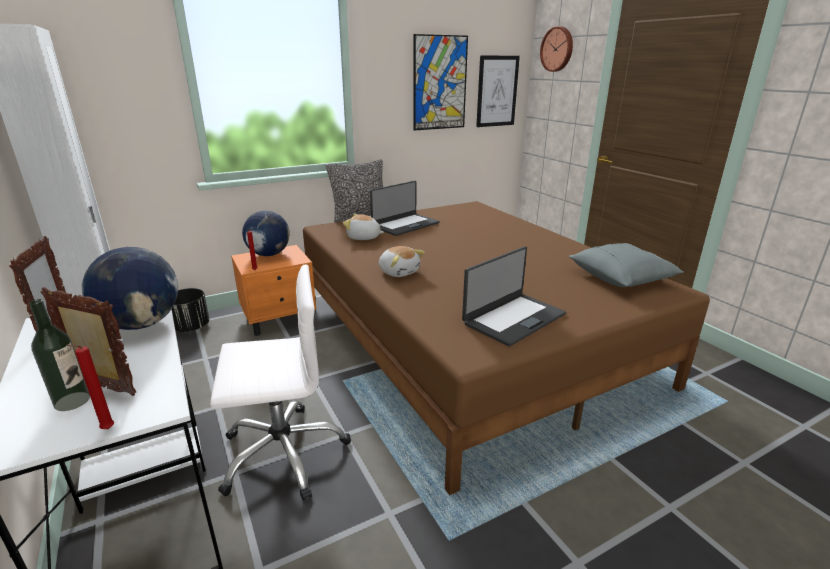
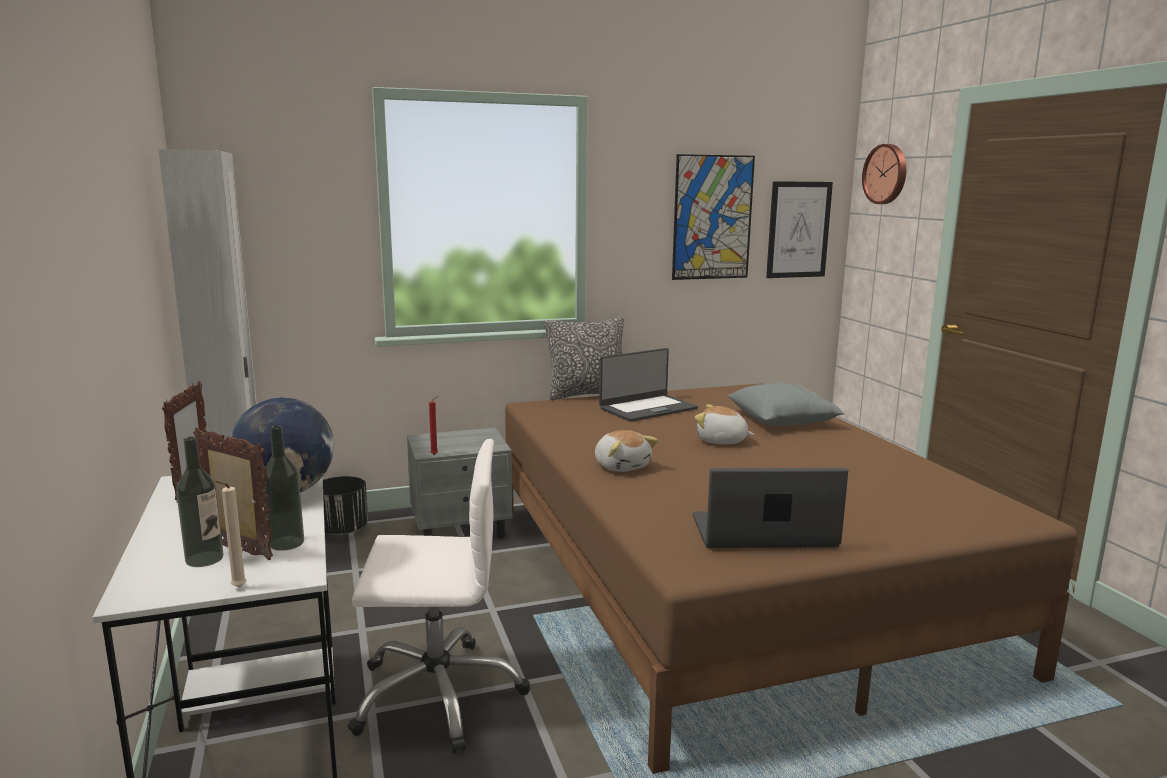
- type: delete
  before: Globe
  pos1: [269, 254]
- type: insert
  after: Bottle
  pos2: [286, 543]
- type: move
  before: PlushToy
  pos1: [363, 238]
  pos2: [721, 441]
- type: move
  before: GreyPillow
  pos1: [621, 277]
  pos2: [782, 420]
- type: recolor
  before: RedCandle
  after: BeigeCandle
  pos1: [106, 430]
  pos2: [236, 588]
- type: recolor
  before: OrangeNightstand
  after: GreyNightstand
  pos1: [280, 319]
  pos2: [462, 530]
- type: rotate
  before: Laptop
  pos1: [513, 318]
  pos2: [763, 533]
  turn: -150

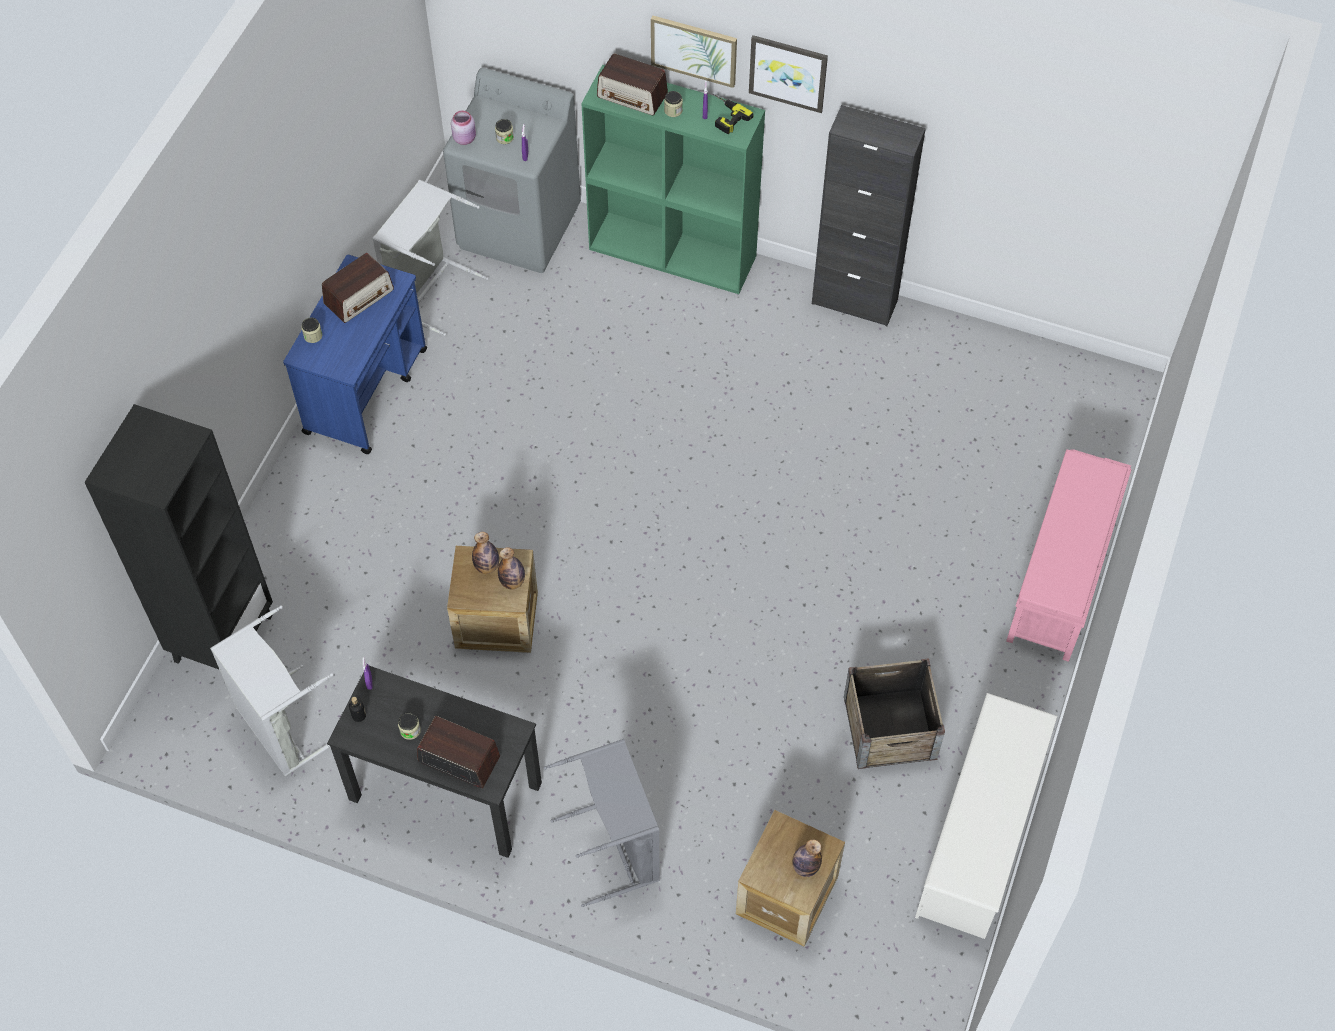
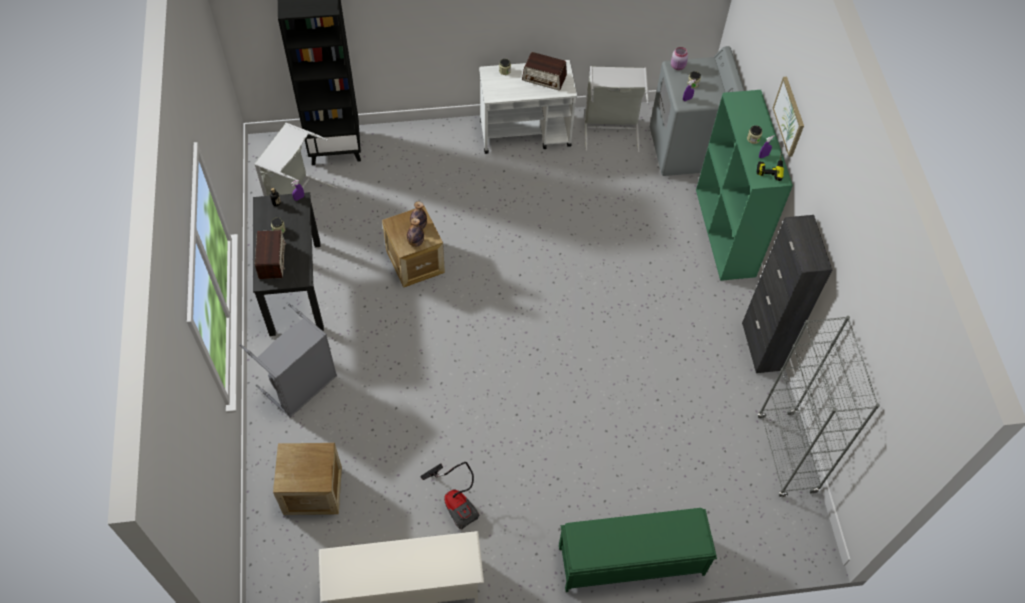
- type: delete
  before: Radio
  pos1: [632, 95]
- type: delete
  before: Picture
  pos1: [788, 72]
- type: delete
  before: Bottle
  pos1: [805, 867]
- type: insert
  after: GreyBookcase
  pos2: [786, 454]
- type: replace
  before: Crate
  after: VacuumCleaner
  pos1: [890, 728]
  pos2: [456, 501]
- type: recolor
  before: BlueCart
  after: WhiteCart
  pos1: [366, 390]
  pos2: [525, 133]
- type: recolor
  before: PinkBench
  after: GreenBench
  pos1: [1061, 575]
  pos2: [630, 560]

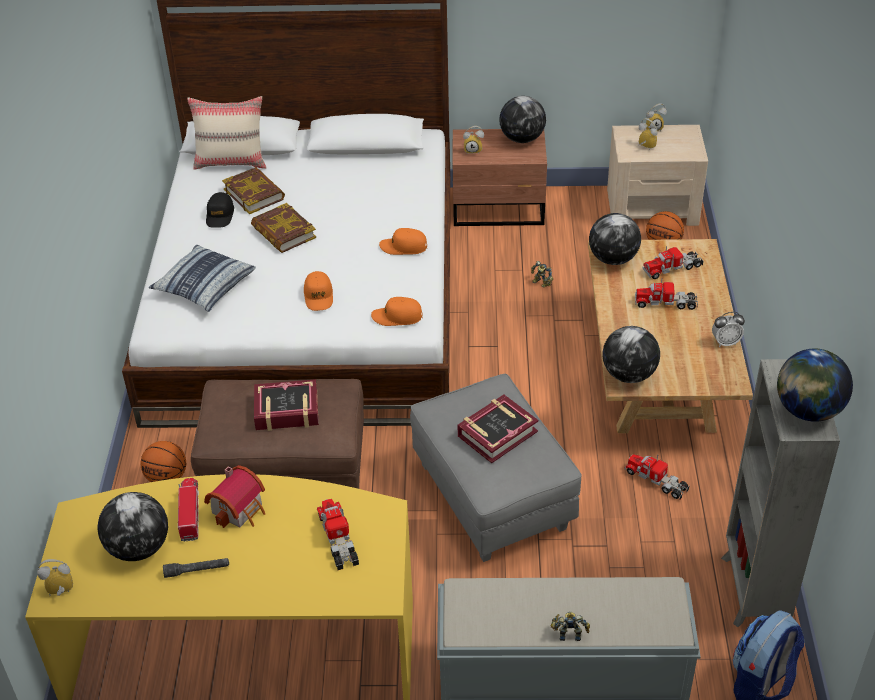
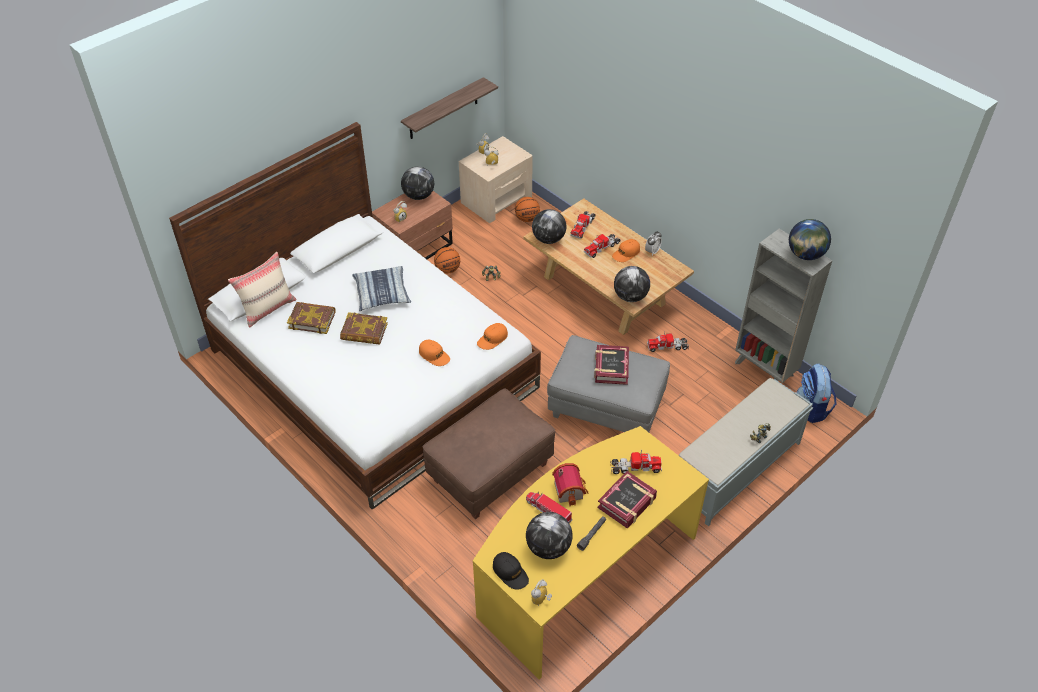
- type: insert
  after: Shelf
  pos2: [443, 109]
- type: move
  before: Basketball
  pos1: [167, 478]
  pos2: [447, 269]
- type: move
  before: Pillow
  pos1: [204, 286]
  pos2: [382, 294]
- type: move
  before: BlackCap
  pos1: [220, 215]
  pos2: [510, 573]
- type: move
  before: Book
  pos1: [287, 411]
  pos2: [627, 503]
- type: move
  before: OrangeCap
  pos1: [403, 247]
  pos2: [626, 253]
- type: rotate
  before: ToyTruck
  pos1: [338, 539]
  pos2: [635, 468]
  turn: 150

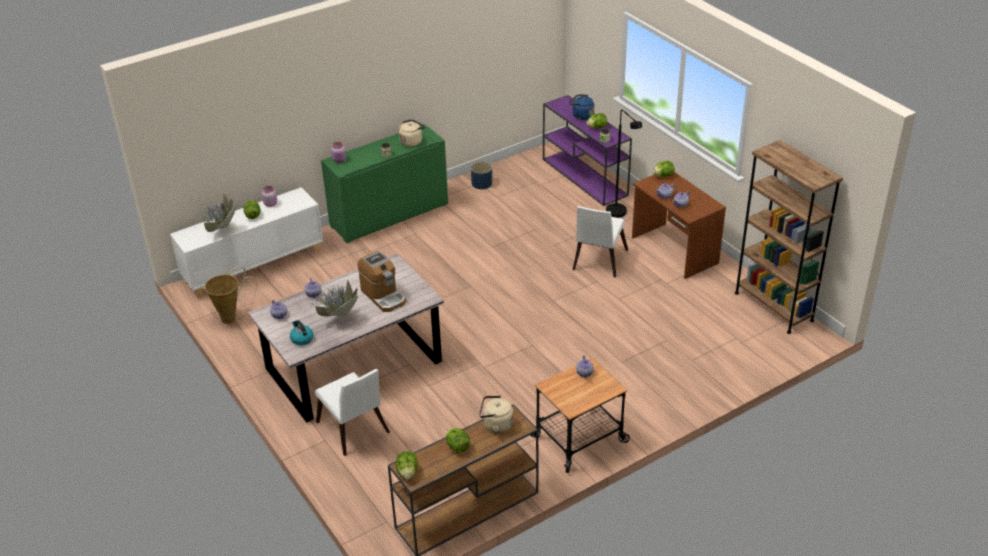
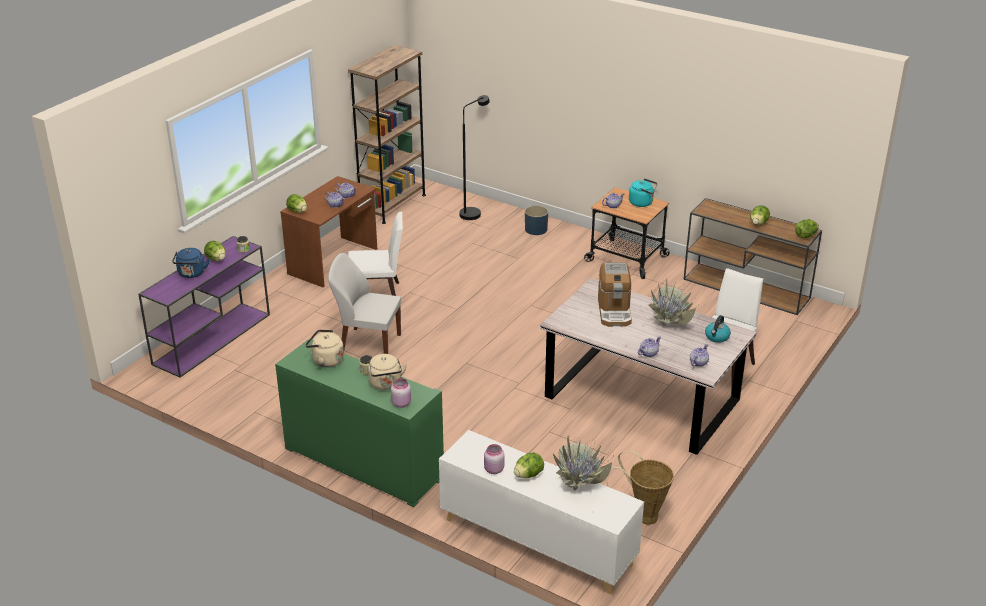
- type: insert
  after: WhiteChair
  pos2: [368, 344]
- type: insert
  after: TurquoiseKettle
  pos2: [642, 203]
- type: move
  before: BluePlanter
  pos1: [482, 183]
  pos2: [535, 229]
- type: move
  before: BeigeKettle
  pos1: [496, 425]
  pos2: [386, 384]
- type: move
  before: BlackFloorLamp
  pos1: [620, 214]
  pos2: [473, 212]
- type: rotate
  before: CoffeeMachine
  pos1: [383, 296]
  pos2: [614, 311]
  turn: 150

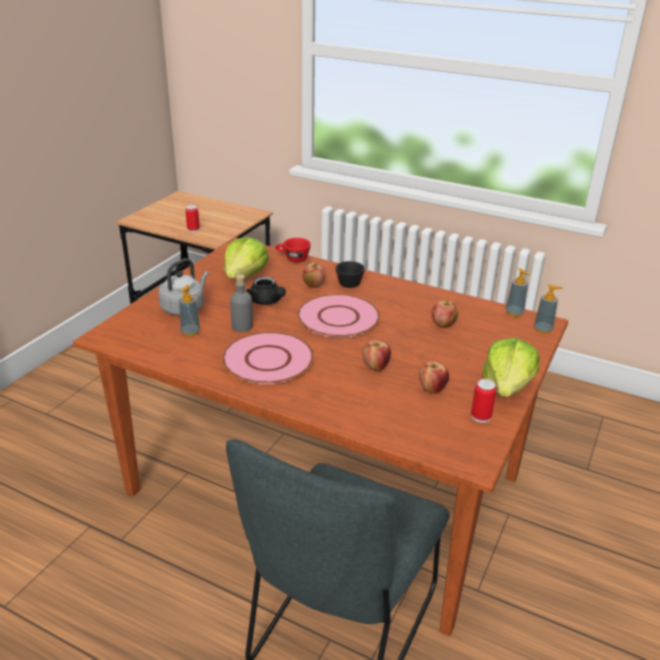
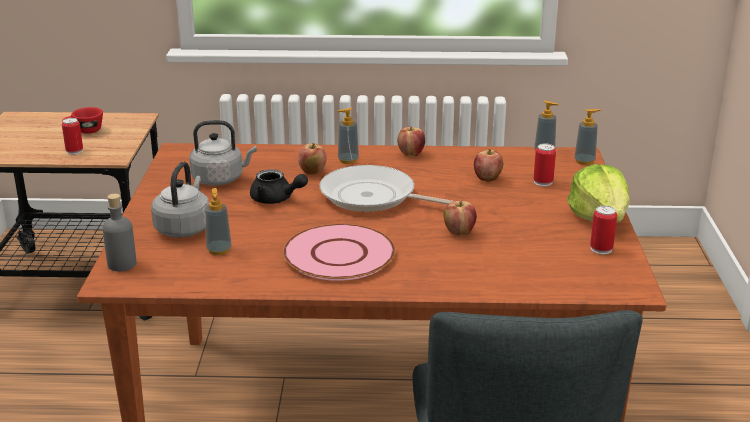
- type: insert
  after: Can
  pos2: [543, 182]
- type: move
  before: GreyBottle
  pos1: [242, 326]
  pos2: [122, 264]
- type: move
  before: RedCup
  pos1: [292, 259]
  pos2: [84, 131]
- type: move
  before: Apple
  pos1: [432, 389]
  pos2: [411, 154]
- type: replace
  before: Lettuce
  after: GreyKettle
  pos1: [245, 275]
  pos2: [220, 179]
- type: replace
  before: PinkPlate
  after: FryingPan
  pos1: [338, 318]
  pos2: [373, 197]
- type: replace
  before: BlackCup
  after: SoapDispenser
  pos1: [349, 282]
  pos2: [348, 160]

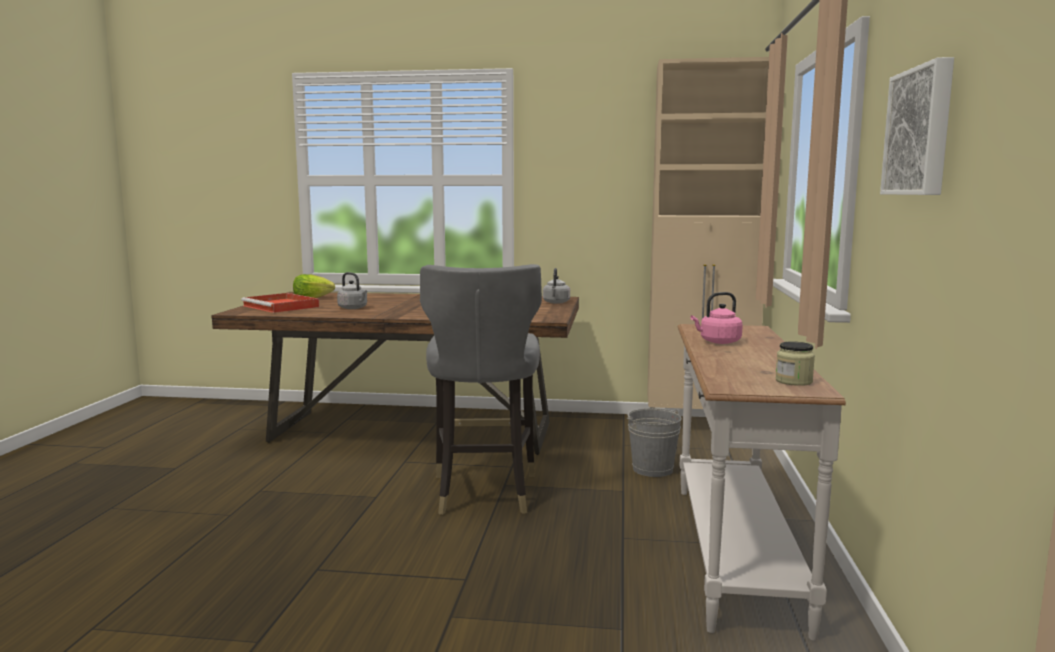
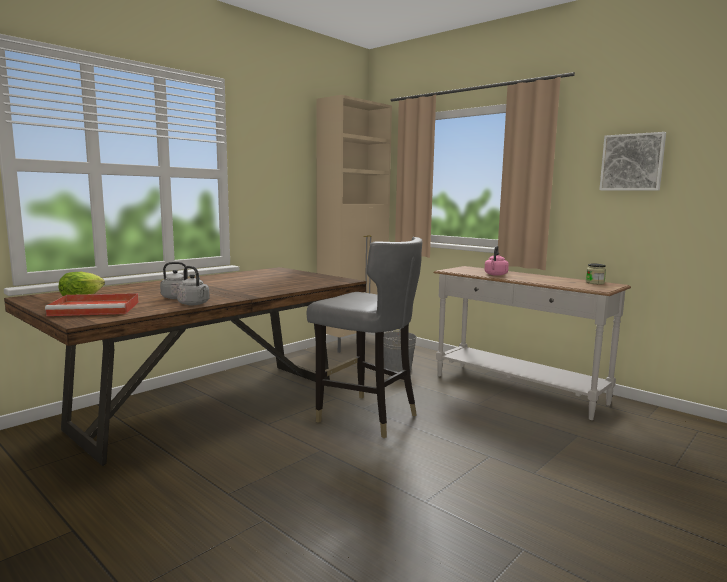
- type: move
  before: GreyKettle
  pos1: [556, 302]
  pos2: [194, 304]

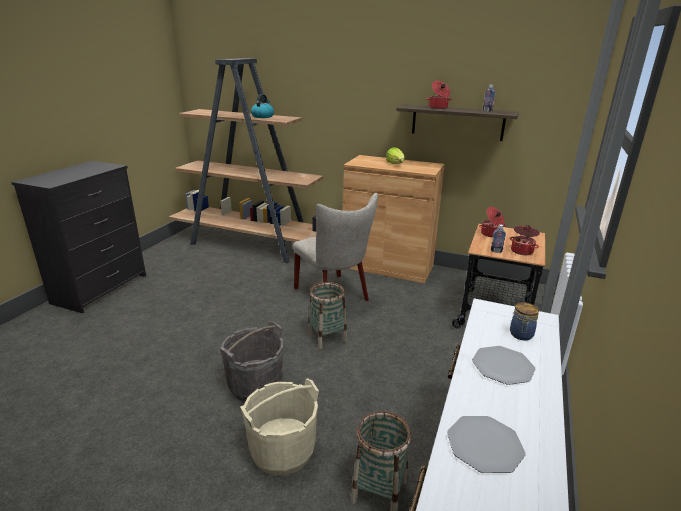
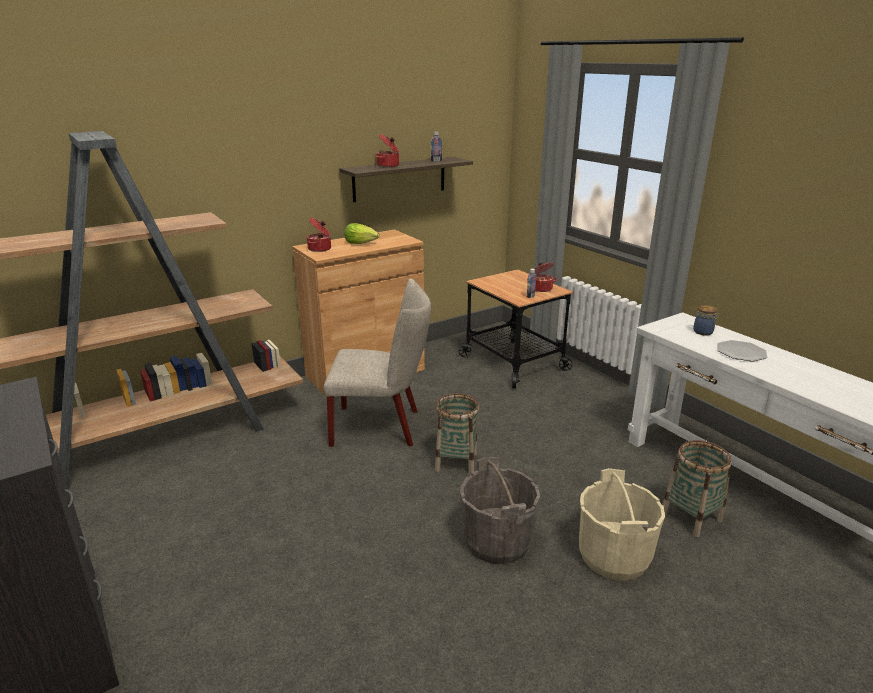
- type: delete
  before: Kettle
  pos1: [262, 116]
- type: delete
  before: Plate
  pos1: [484, 445]
- type: move
  before: CookingPot
  pos1: [491, 234]
  pos2: [320, 249]

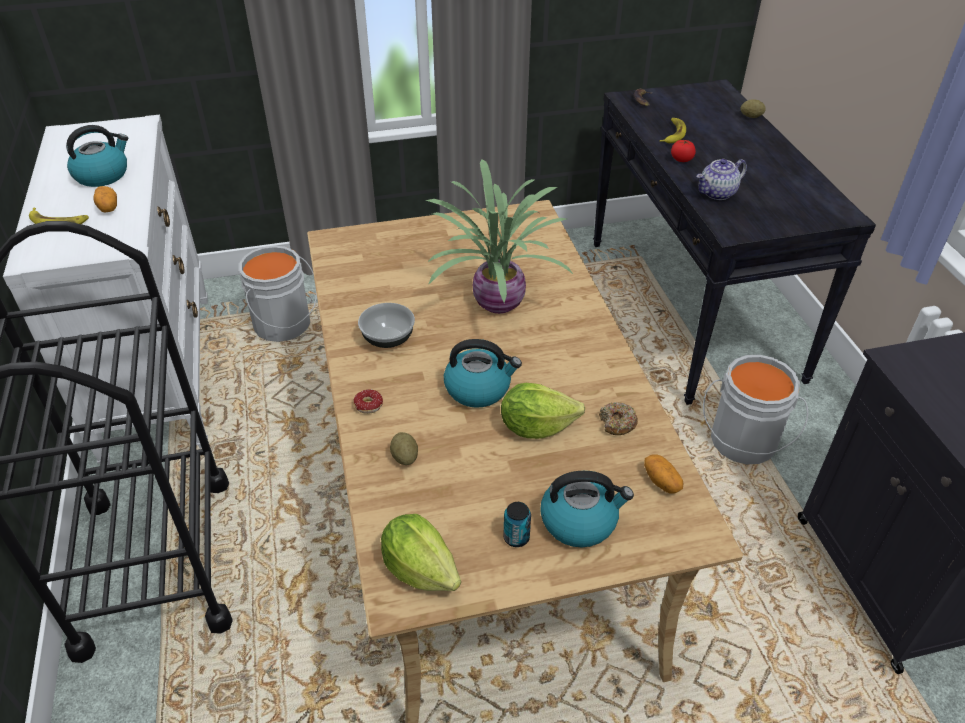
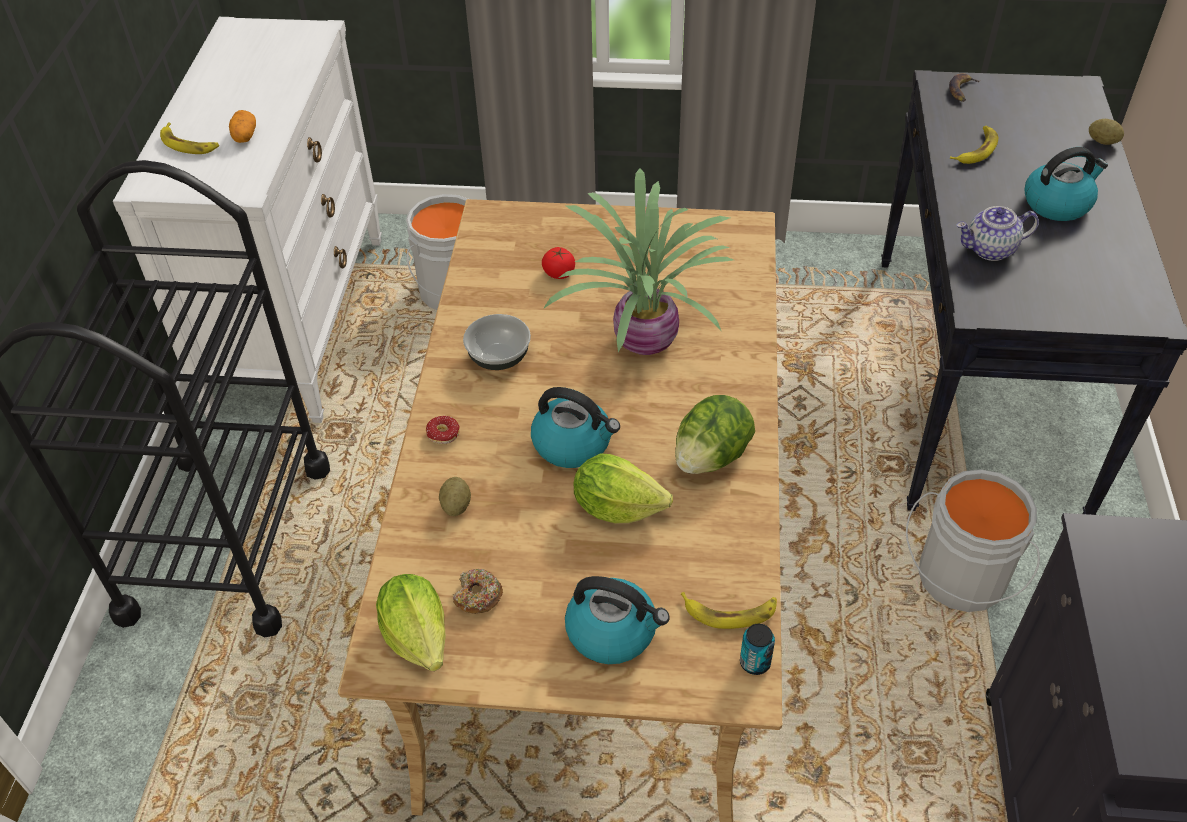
- type: insert
  after: Lettuce
  pos2: [711, 457]
- type: move
  before: Kettle
  pos1: [102, 175]
  pos2: [1057, 203]
- type: move
  before: Can
  pos1: [516, 537]
  pos2: [755, 662]
- type: move
  before: Donut
  pos1: [617, 423]
  pos2: [478, 596]
- type: move
  before: Tomato
  pos1: [681, 159]
  pos2: [559, 273]
- type: replace
  before: Potato
  after: Banana
  pos1: [662, 481]
  pos2: [730, 611]

